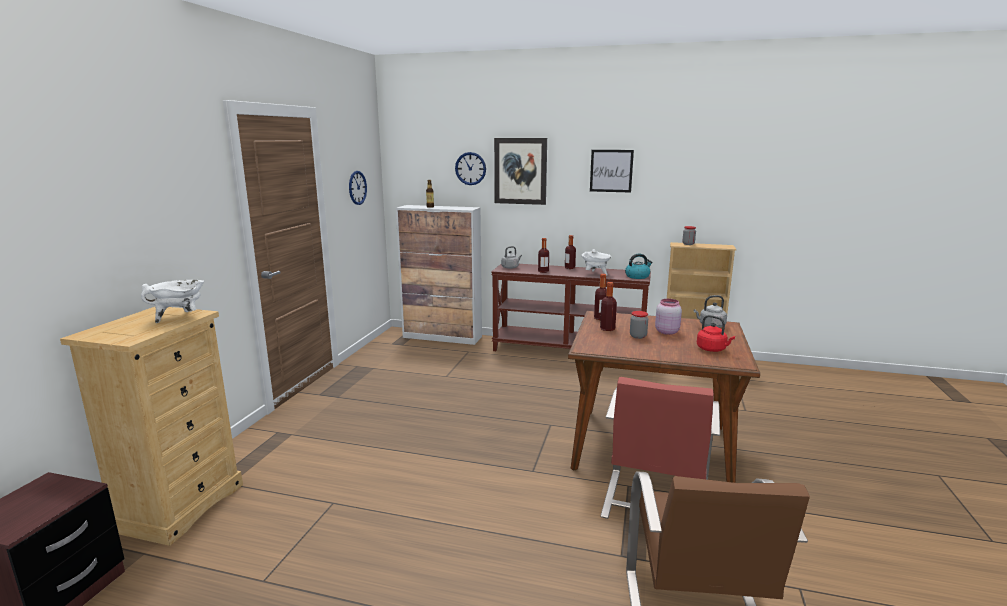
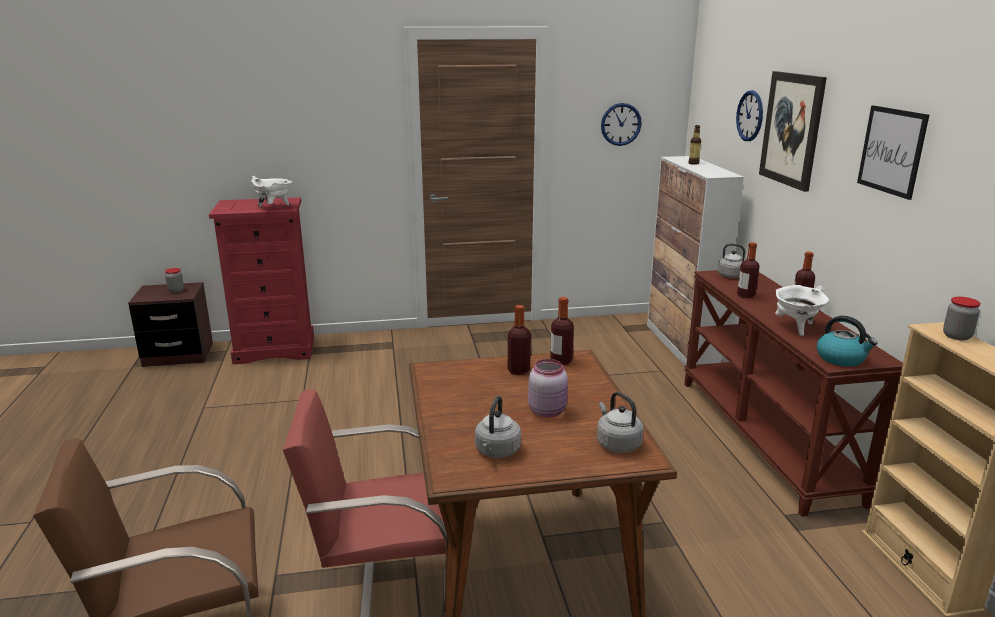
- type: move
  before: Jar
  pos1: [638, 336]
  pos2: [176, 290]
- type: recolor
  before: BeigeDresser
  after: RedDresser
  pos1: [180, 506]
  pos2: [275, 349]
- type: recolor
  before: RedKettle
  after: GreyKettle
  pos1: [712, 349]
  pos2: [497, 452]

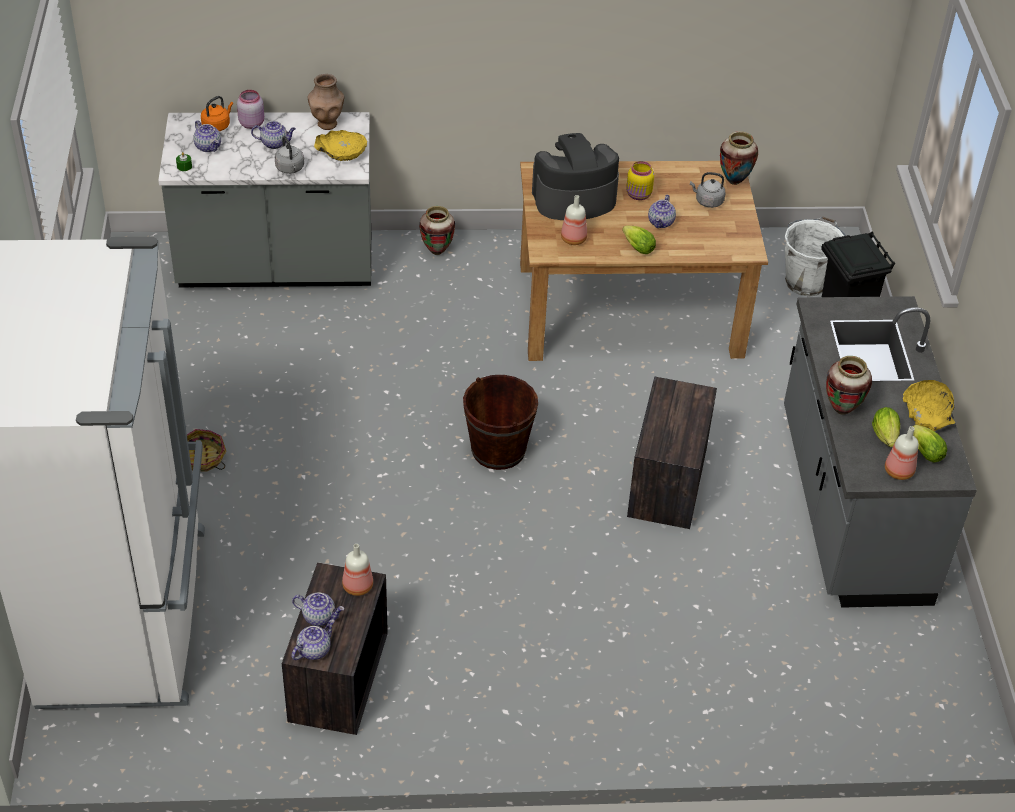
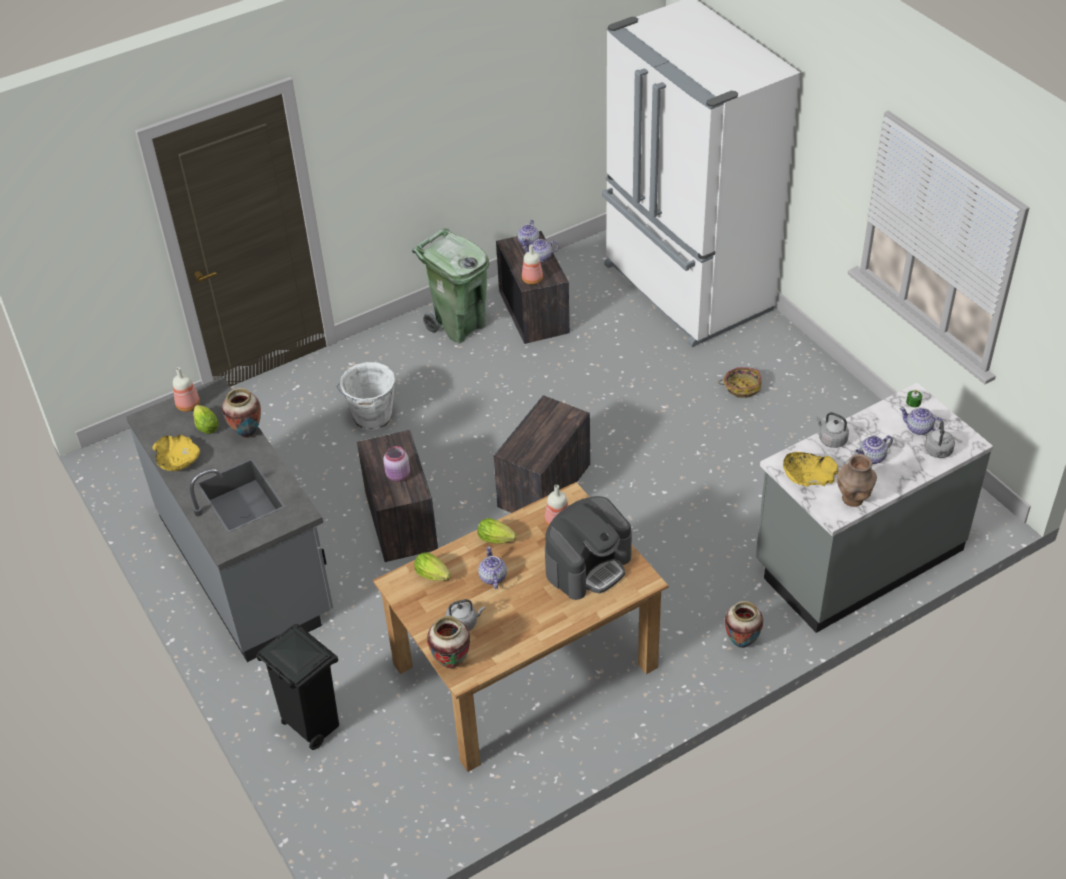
- type: delete
  before: YellowJar
  pos1: [639, 195]
- type: insert
  after: GreenTrashCan
  pos2: [459, 326]
- type: move
  before: PinkJar
  pos1: [252, 123]
  pos2: [398, 476]
- type: move
  before: WhiteBucket
  pos1: [807, 281]
  pos2: [373, 419]
- type: move
  before: Lettuce
  pos1: [924, 451]
  pos2: [434, 576]
- type: replace
  before: BrownBucket
  after: Crate
  pos1: [498, 450]
  pos2: [544, 486]
- type: recolor
  before: OrangeKettle
  after: GreyKettle
  pos1: [217, 125]
  pos2: [938, 452]

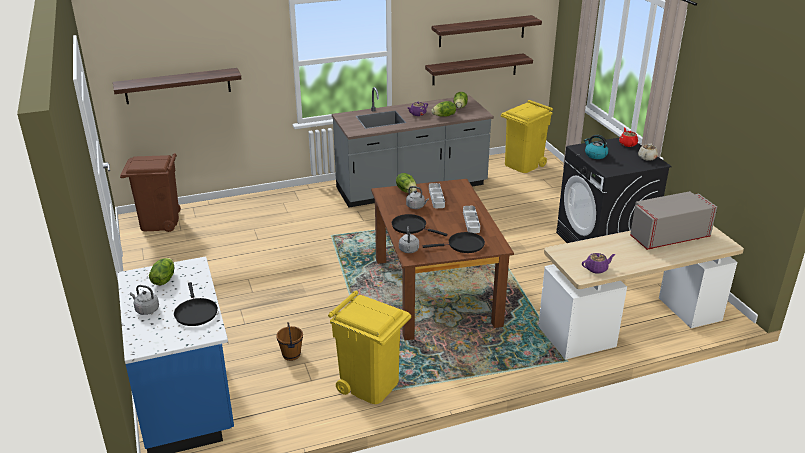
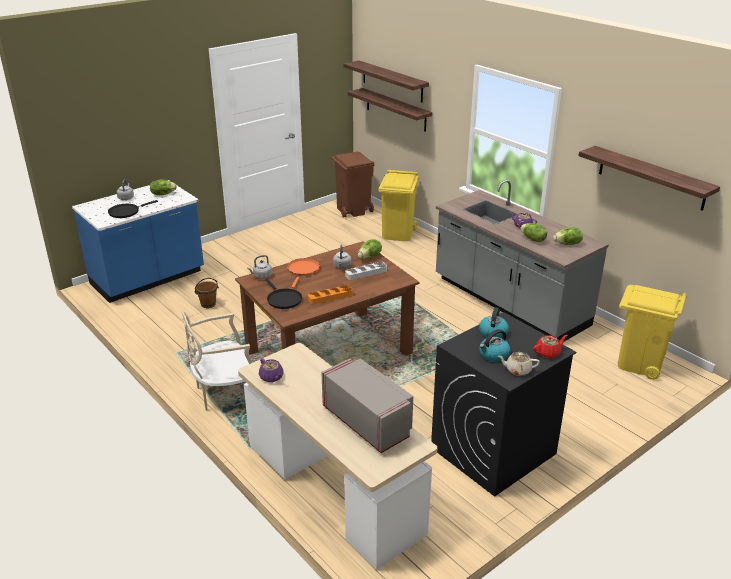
- type: insert
  after: BeigeChair
  pos2: [224, 393]
- type: insert
  after: Kettle
  pos2: [493, 355]
- type: move
  before: YellowTrashCan
  pos1: [370, 384]
  pos2: [398, 234]
- type: move
  before: Shelf
  pos1: [474, 69]
  pos2: [392, 81]
- type: recolor
  before: BlackFryingPan
  after: OrangeFryingPan
  pos1: [411, 227]
  pos2: [303, 270]
- type: recolor
  before: GreyTray
  after: OrangeTray
  pos1: [471, 221]
  pos2: [330, 297]

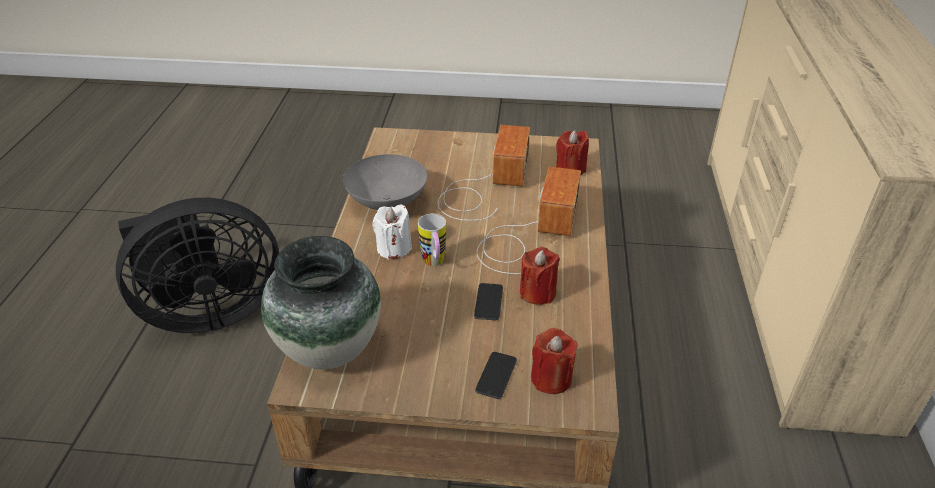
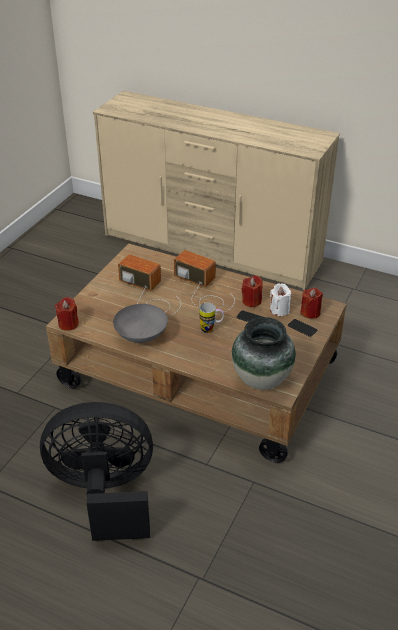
- type: move
  before: WhiteCandle
  pos1: [394, 248]
  pos2: [279, 310]
- type: move
  before: RedCandle
  pos1: [570, 169]
  pos2: [68, 324]
- type: rotate
  before: BlackFan
  pos1: [209, 312]
  pos2: [105, 494]
  turn: -90

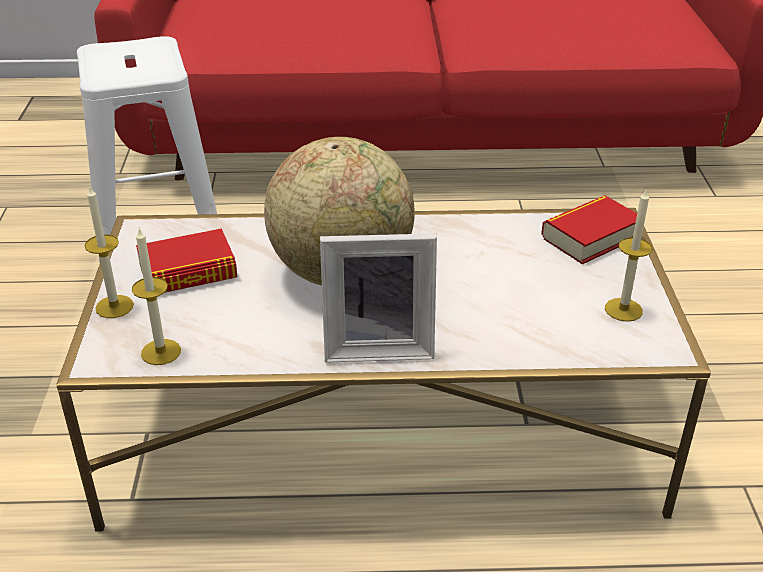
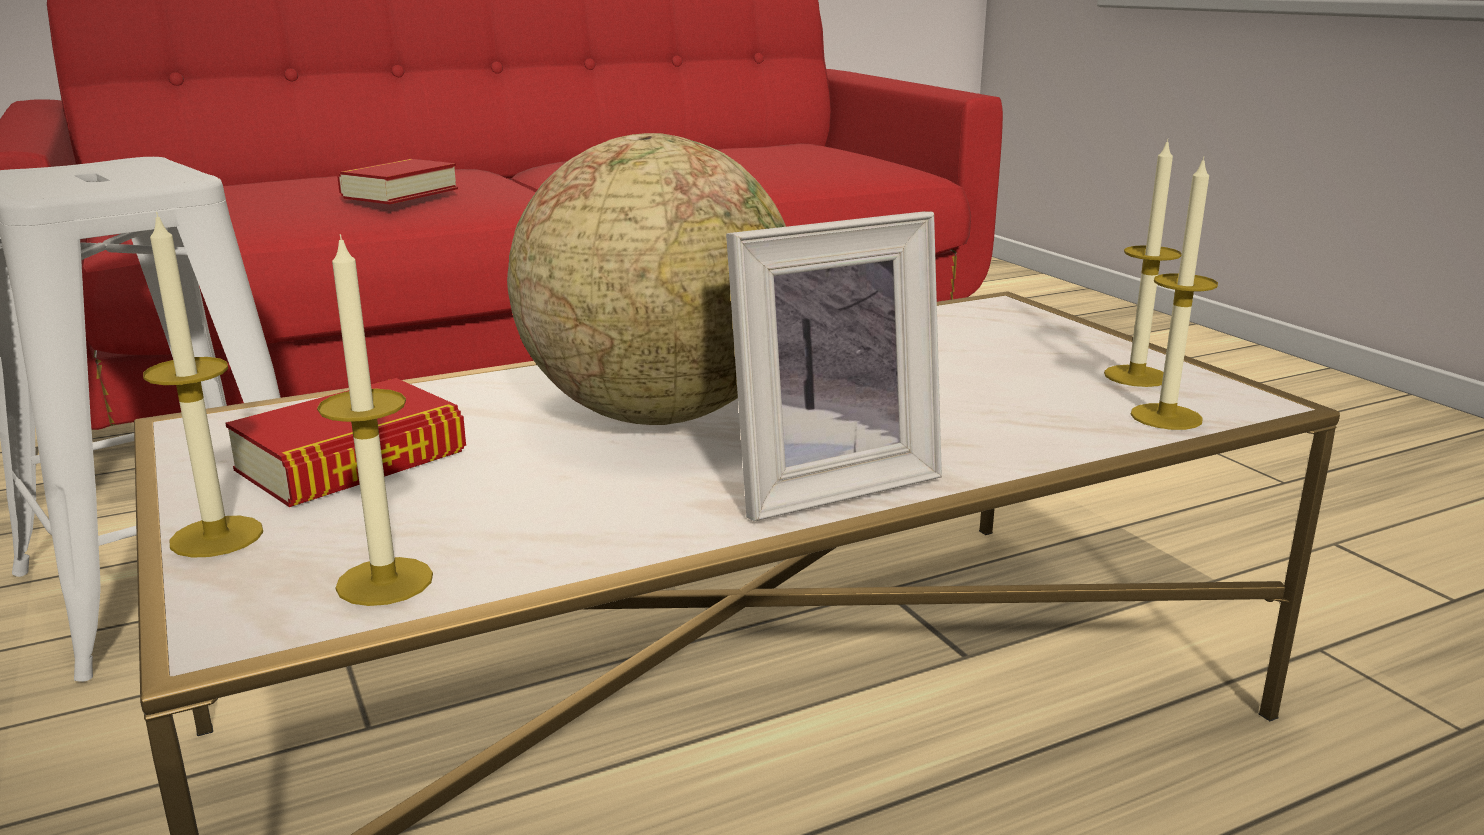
- type: insert
  after: Candle
  pos2: [1166, 417]
- type: move
  before: Book
  pos1: [591, 237]
  pos2: [400, 193]

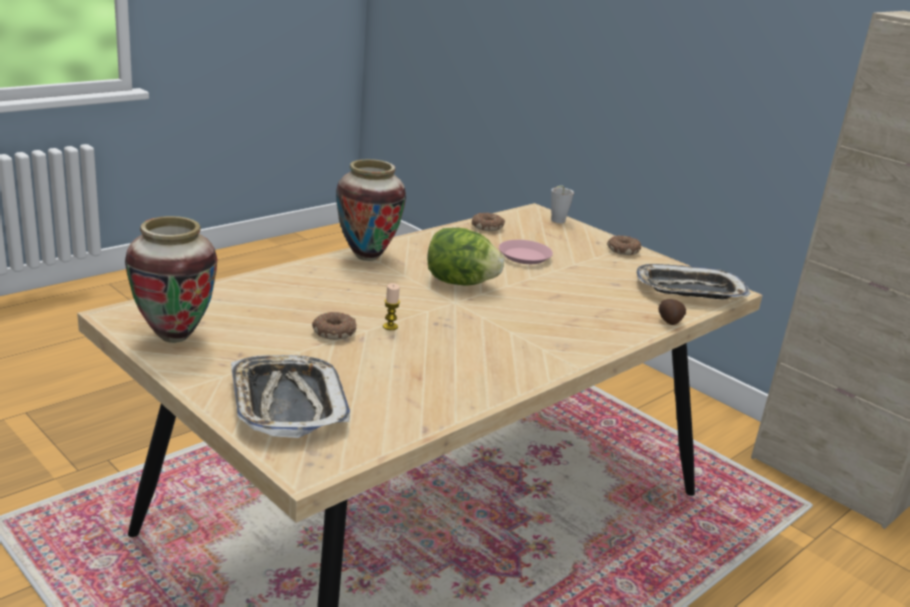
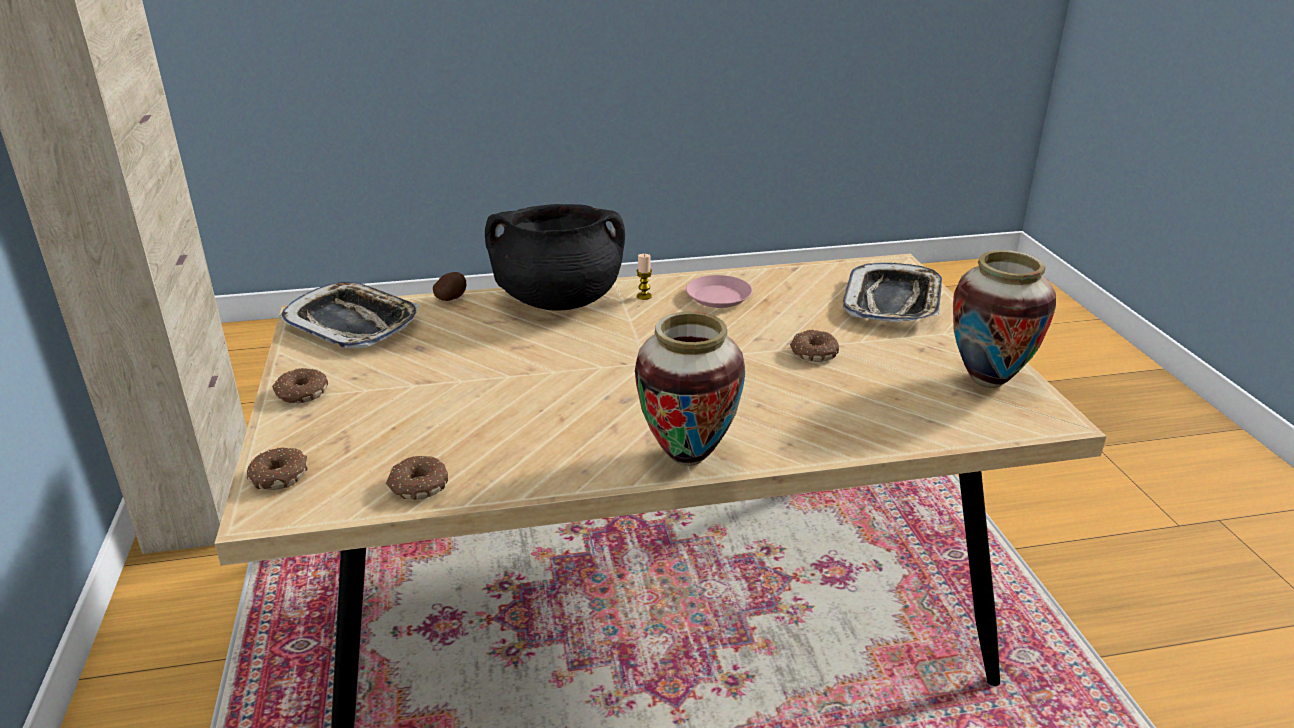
- type: delete
  before: Lettuce
  pos1: [460, 283]
- type: insert
  after: BlackCookingPot
  pos2: [558, 300]
- type: move
  before: Candle
  pos1: [390, 326]
  pos2: [644, 296]
- type: move
  before: PinkPlate
  pos1: [525, 256]
  pos2: [718, 296]
- type: replace
  before: GreyCup
  after: Donut
  pos1: [556, 221]
  pos2: [279, 476]

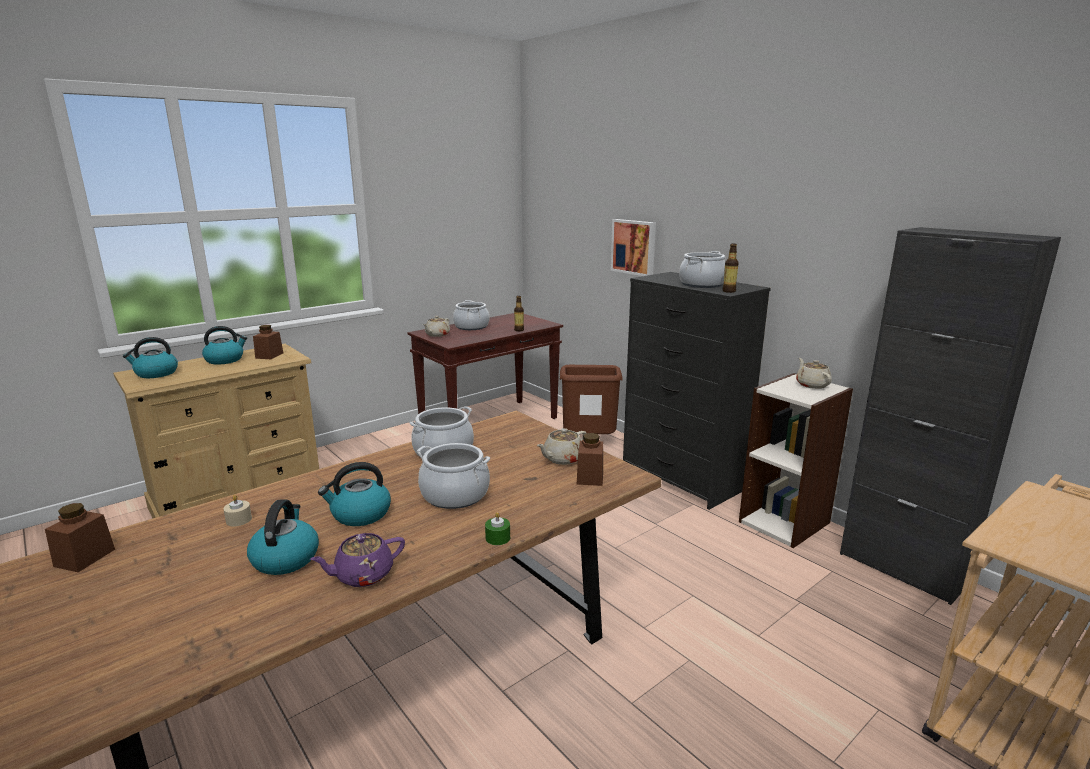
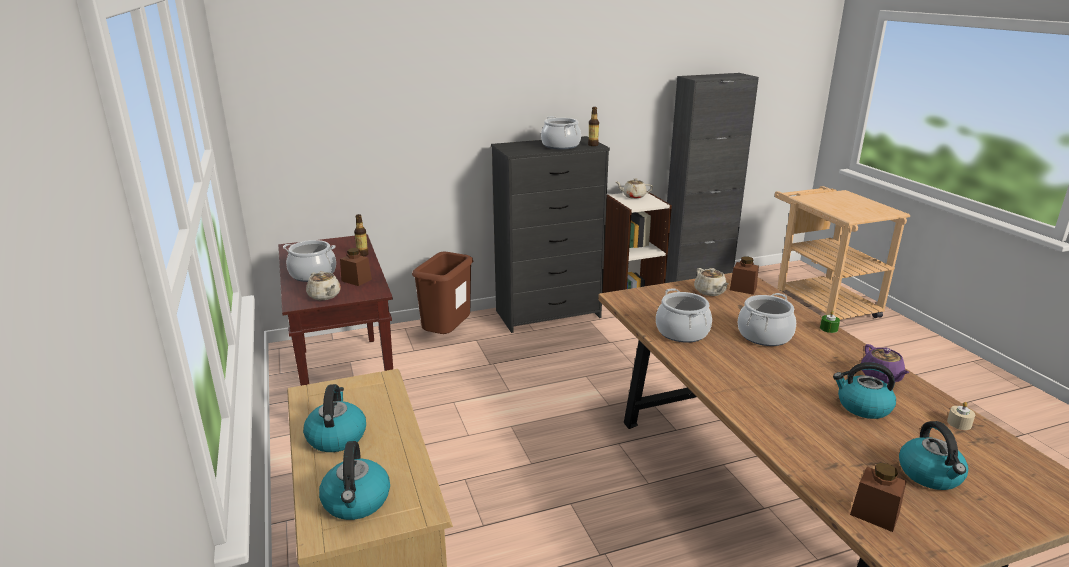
- type: delete
  before: Picture
  pos1: [634, 247]
- type: move
  before: BeigeCandle
  pos1: [239, 520]
  pos2: [959, 423]
- type: move
  before: BrownJar
  pos1: [269, 355]
  pos2: [356, 280]
- type: move
  before: Kettle
  pos1: [360, 514]
  pos2: [930, 475]

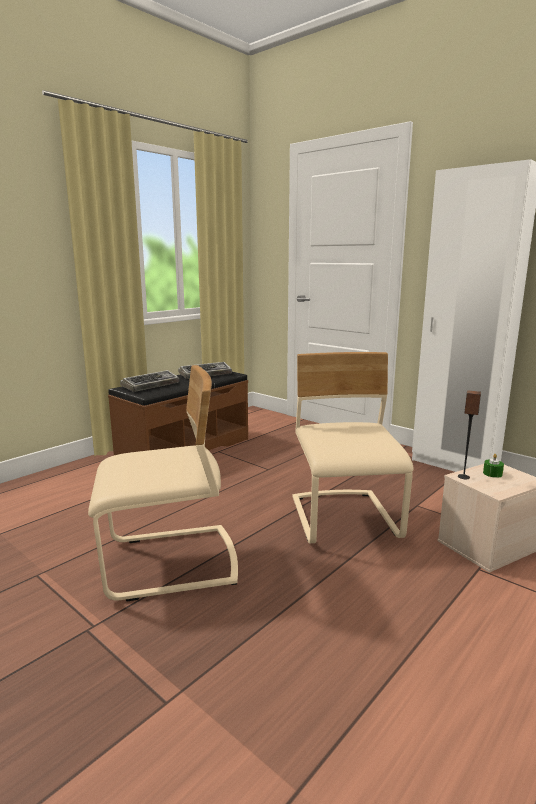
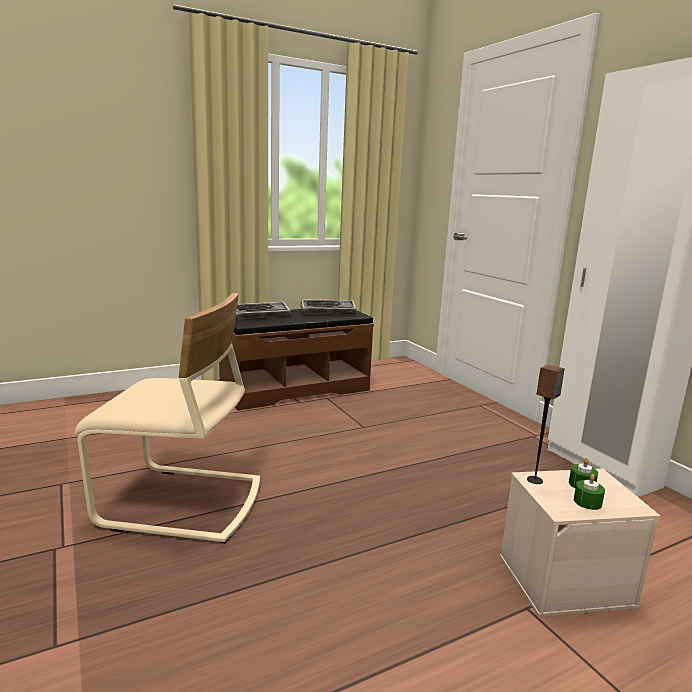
- type: delete
  before: BeigeChair
  pos1: [345, 519]
- type: insert
  after: GreenCandle
  pos2: [587, 502]

